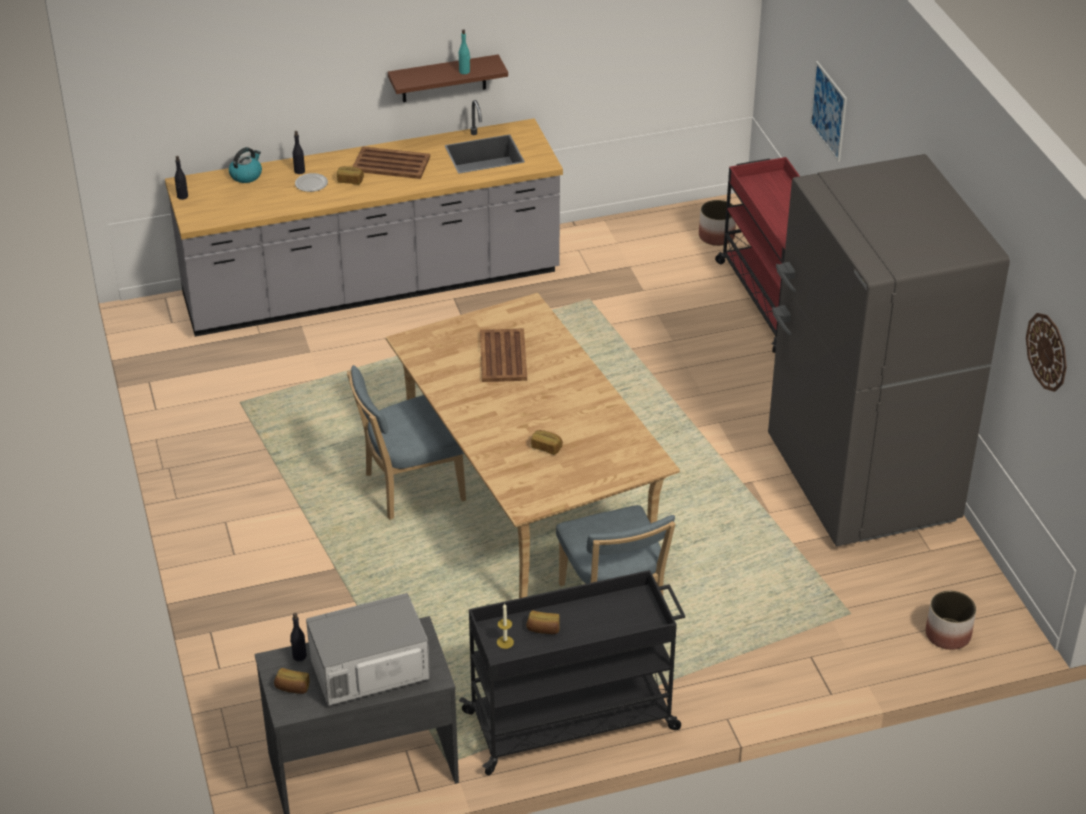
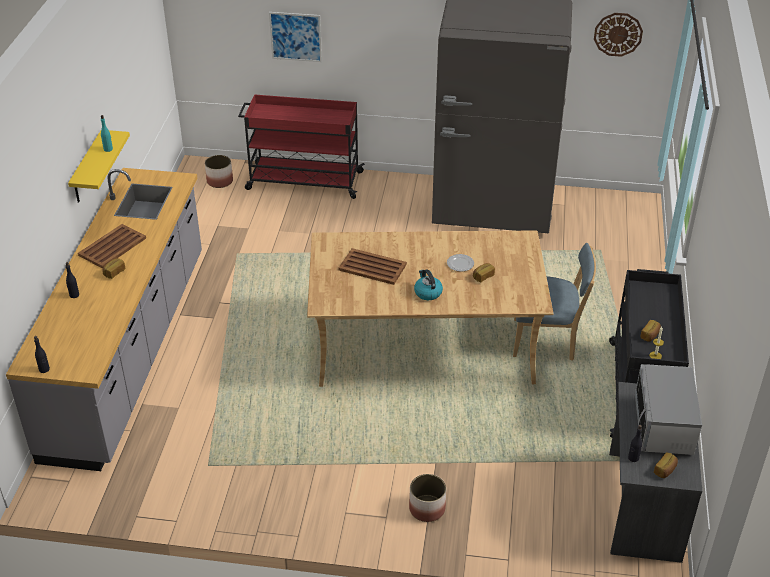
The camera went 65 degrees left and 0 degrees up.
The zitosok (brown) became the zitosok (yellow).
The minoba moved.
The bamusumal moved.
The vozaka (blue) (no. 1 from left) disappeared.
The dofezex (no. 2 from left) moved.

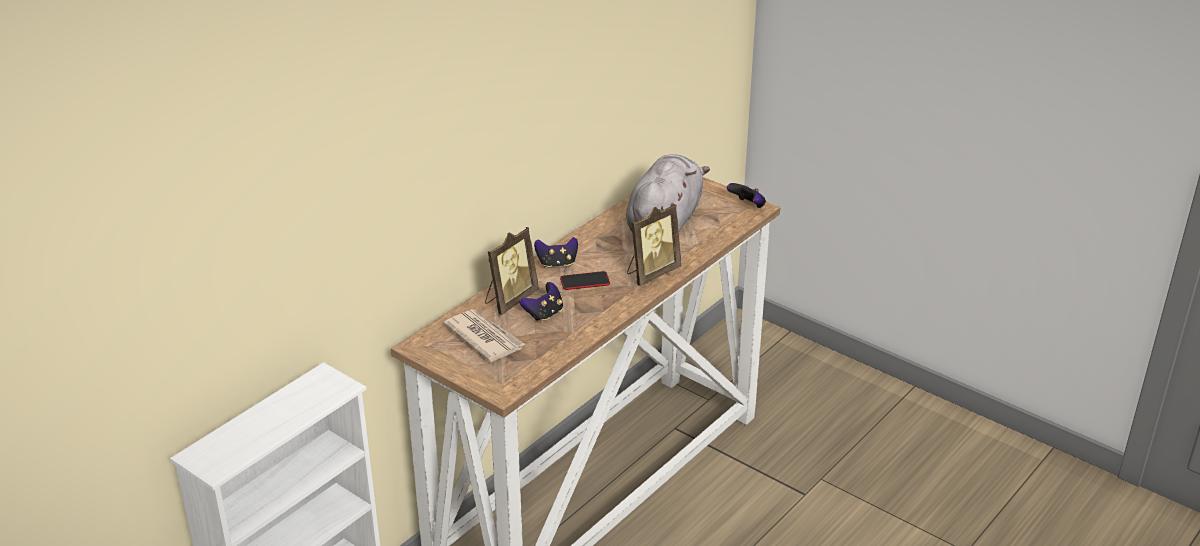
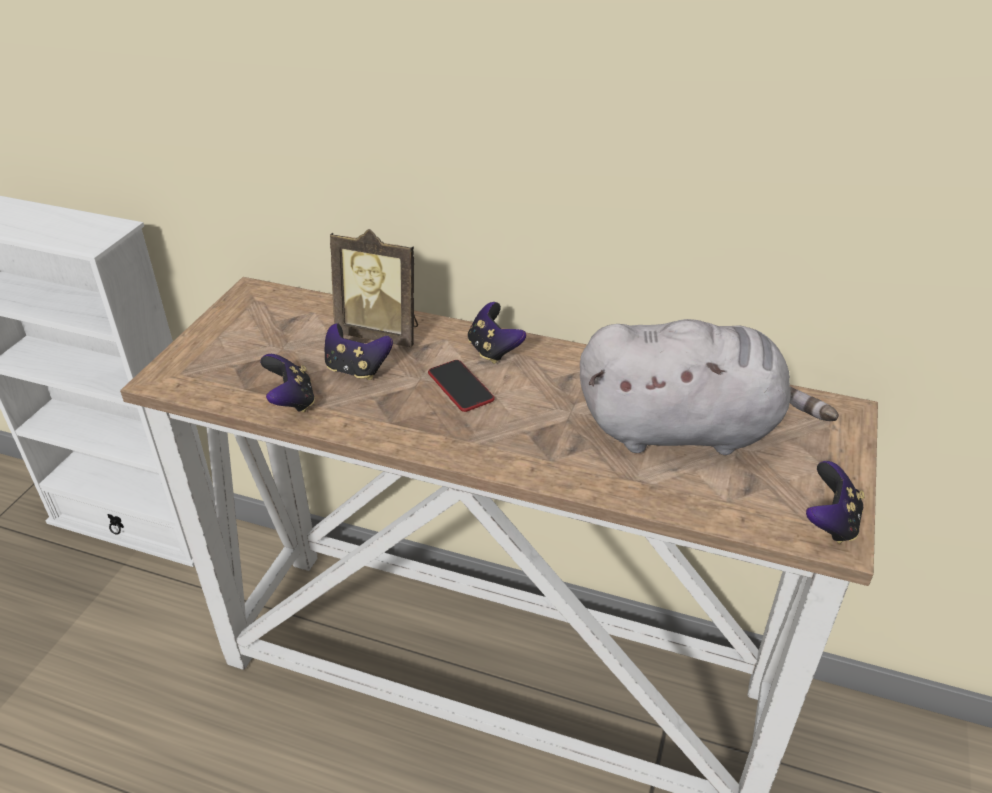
The camera went 70 degrees right and 5 degrees up.
The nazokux (no. 2 from left) disappeared.
The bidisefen disappeared.
The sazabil (no. 1 from left) appeared.

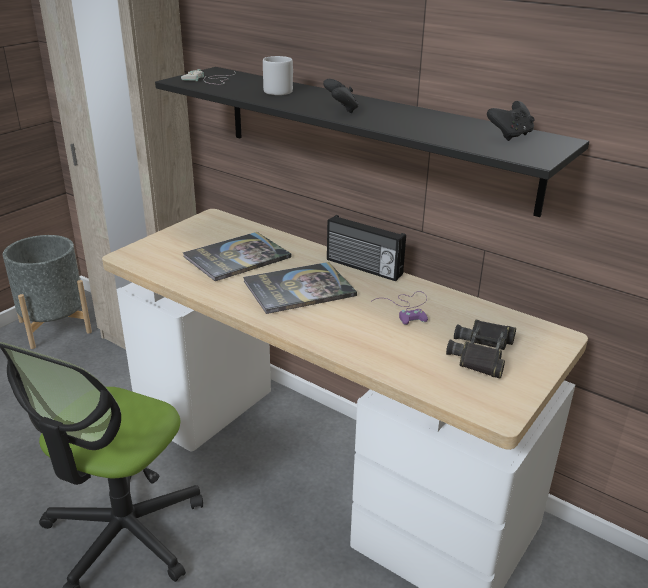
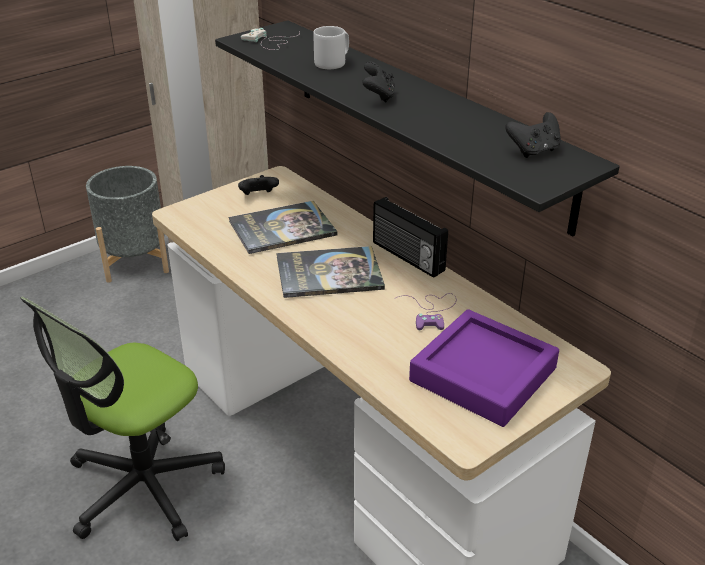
The camera went 15 degrees right and 5 degrees up.
The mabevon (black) was replaced by the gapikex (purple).
The sazabil (black) (no. 1 from left) appeared.

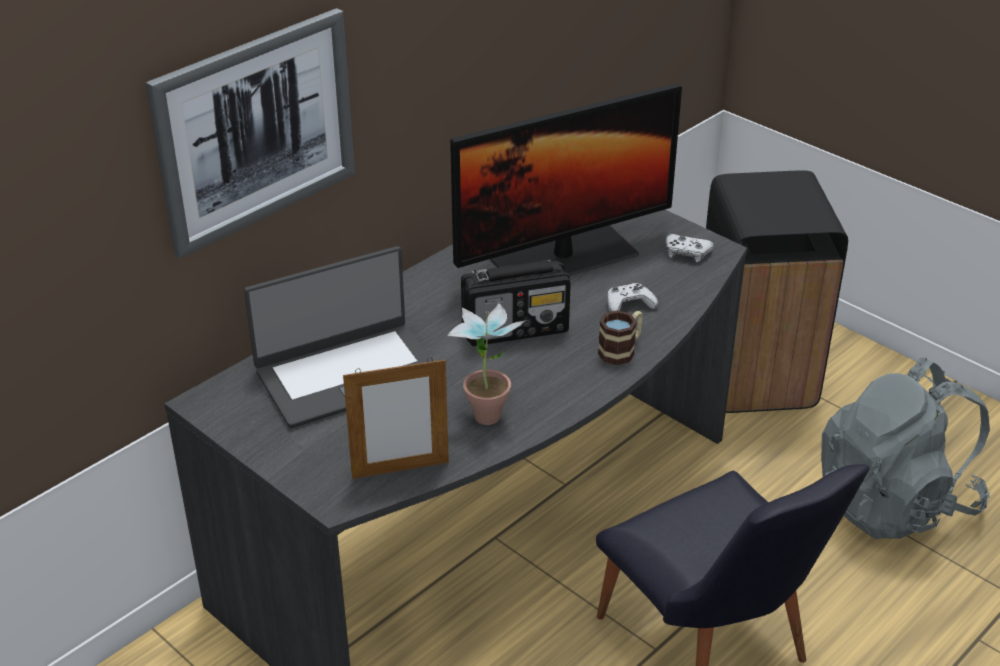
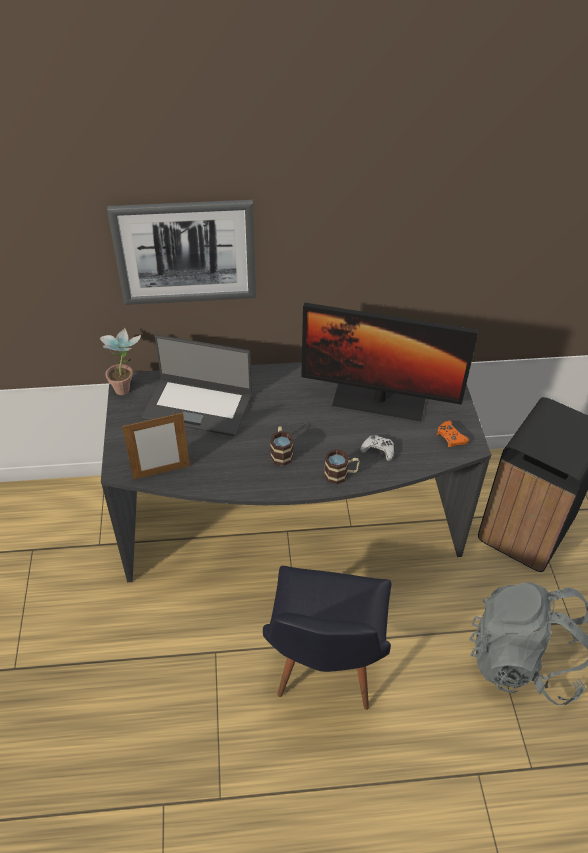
The camera went 40 degrees right and 10 degrees up.
The sazabil (white) (no. 2 from left) became the sazabil (orange).
The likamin disappeared.
The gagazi moved.
The nazokux turned 45 degrees counterclockwise.
The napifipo (no. 1 from left) appeared.

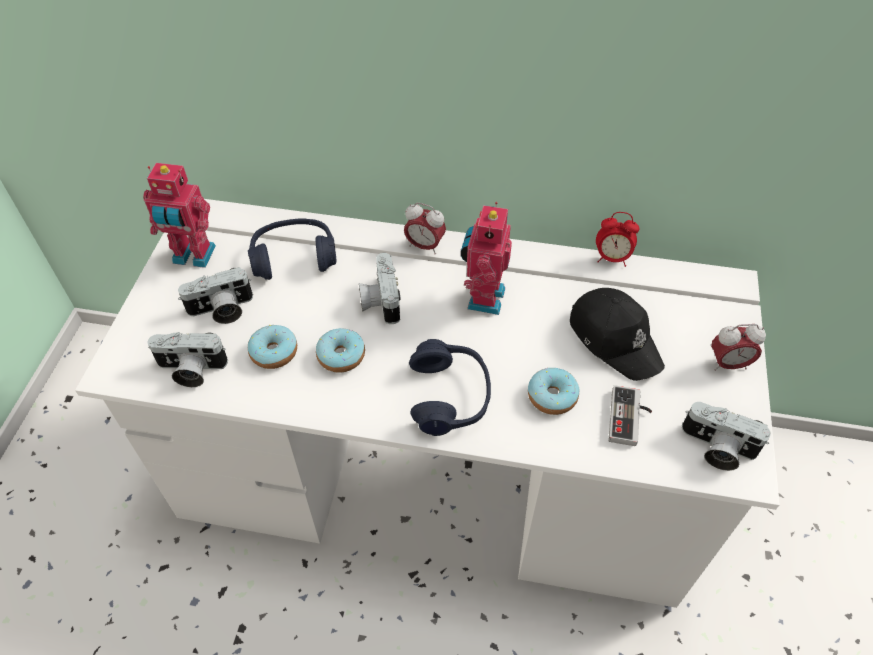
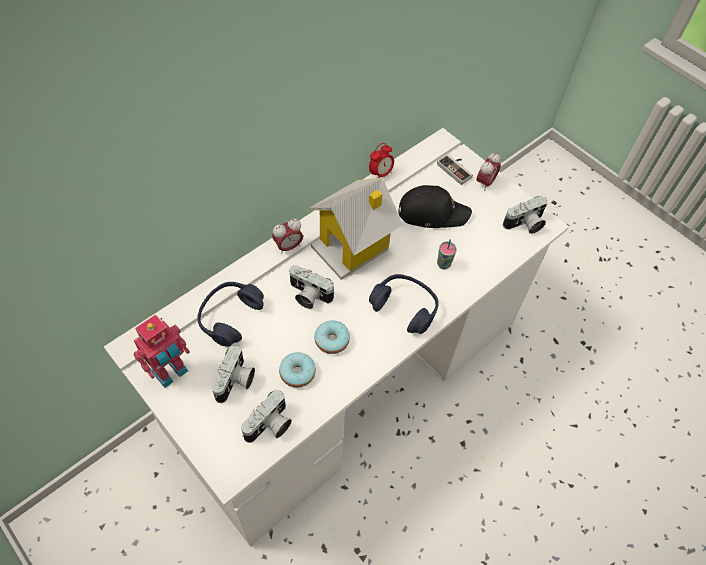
The camera went 55 degrees left and 5 degrees up.
The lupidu (no. 2 from left) was replaced by the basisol.
The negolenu (no. 3 from left) was replaced by the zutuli.
The sazabil moved.

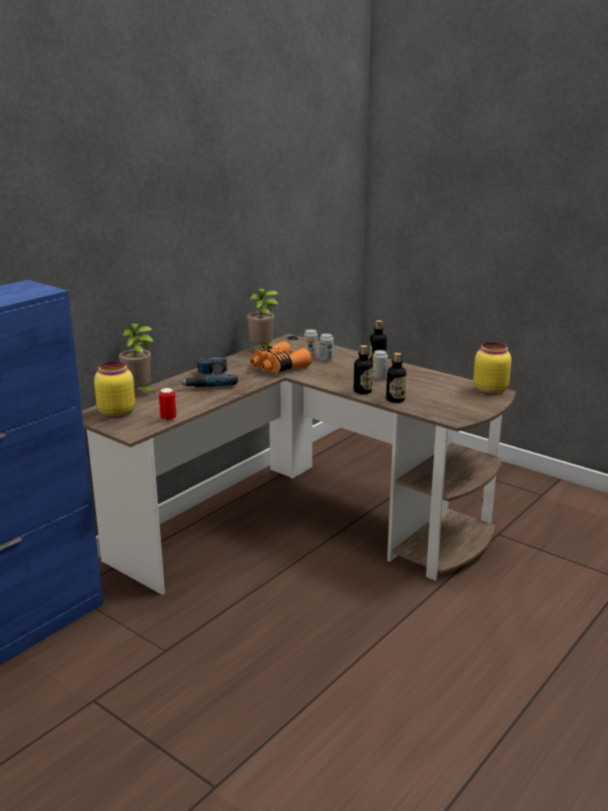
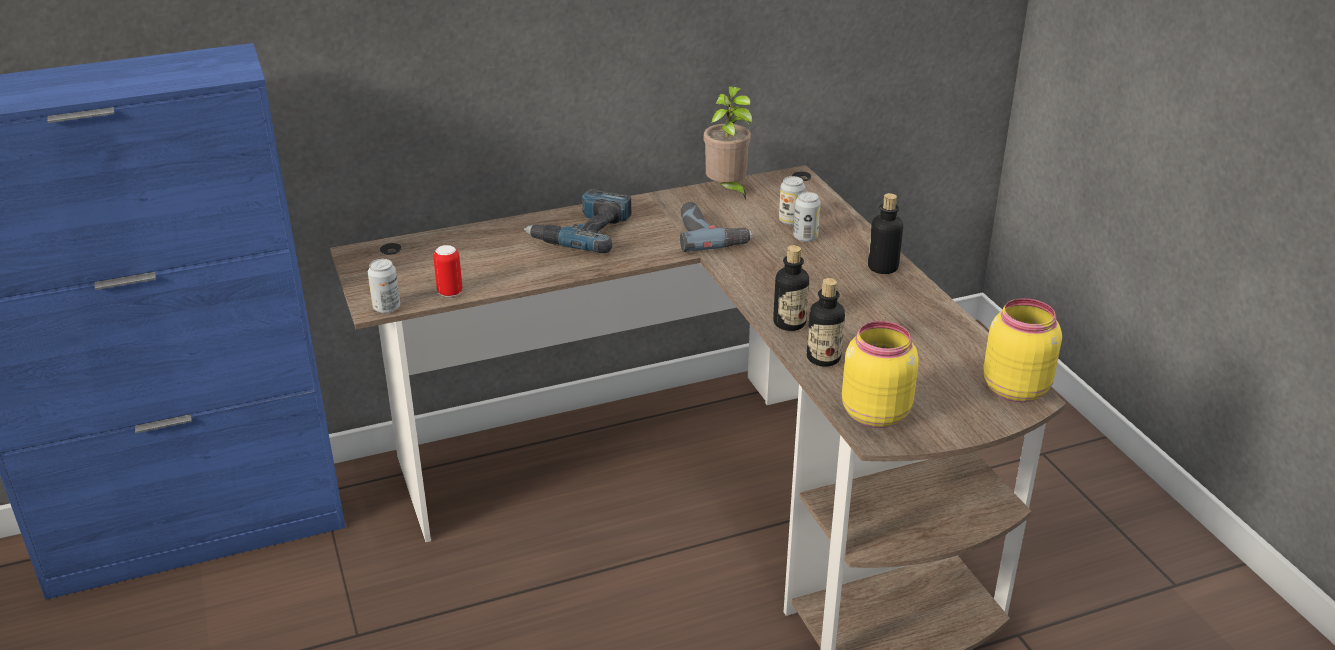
The camera went 30 degrees right and 10 degrees up.
The gagazi (no. 1 from left) disappeared.
The mabevon (orange) was replaced by the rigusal (no. 2 from left).
The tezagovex (no. 4 from left in the first image) moved.
The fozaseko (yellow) (no. 1 from left) moved.

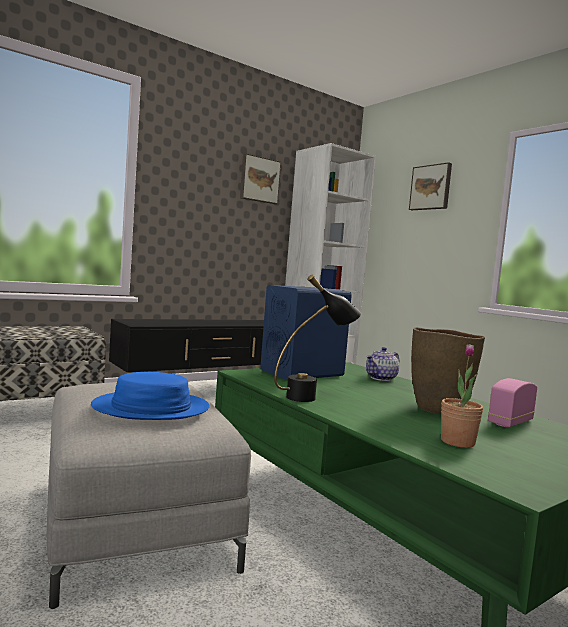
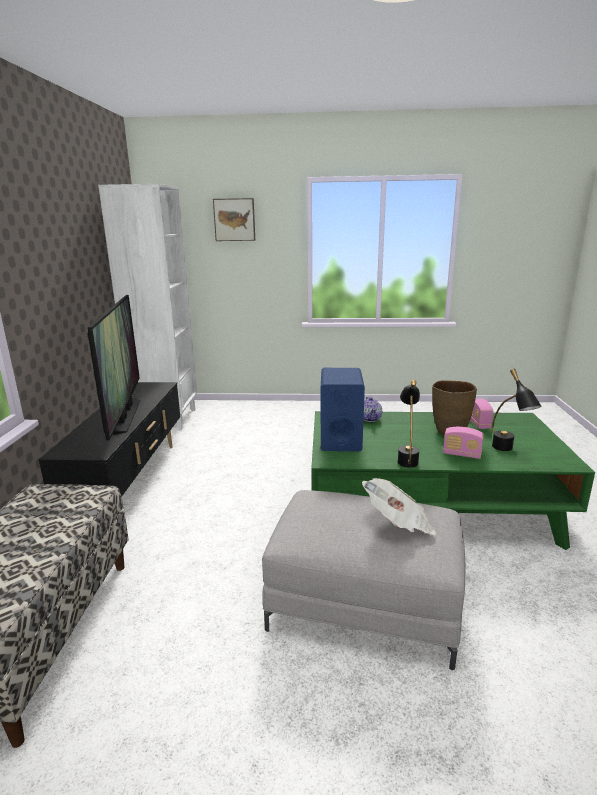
The camera went 50 degrees left and 15 degrees up.
The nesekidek (no. 1 from left) disappeared.
The gagazi was replaced by the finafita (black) (no. 2 from left).
The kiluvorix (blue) was replaced by the bidisefen.
The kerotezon appeared.
The likamin (no. 1 from left) appeared.

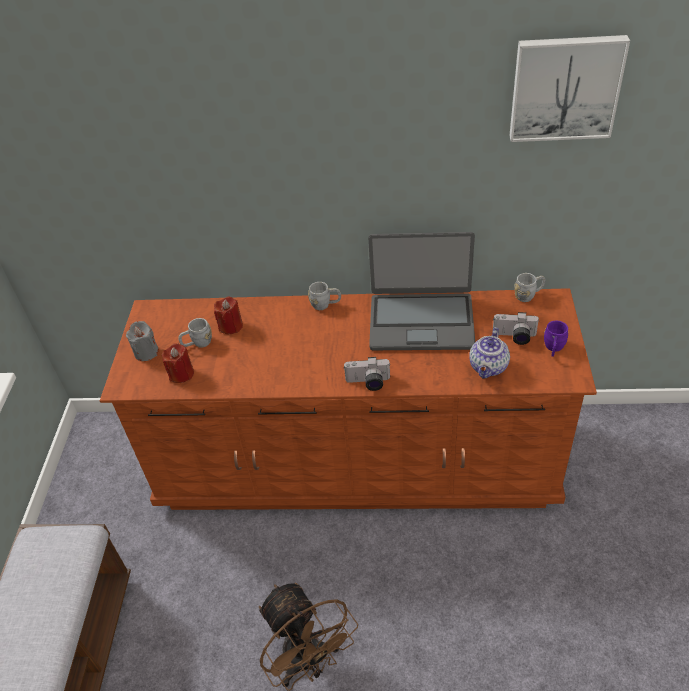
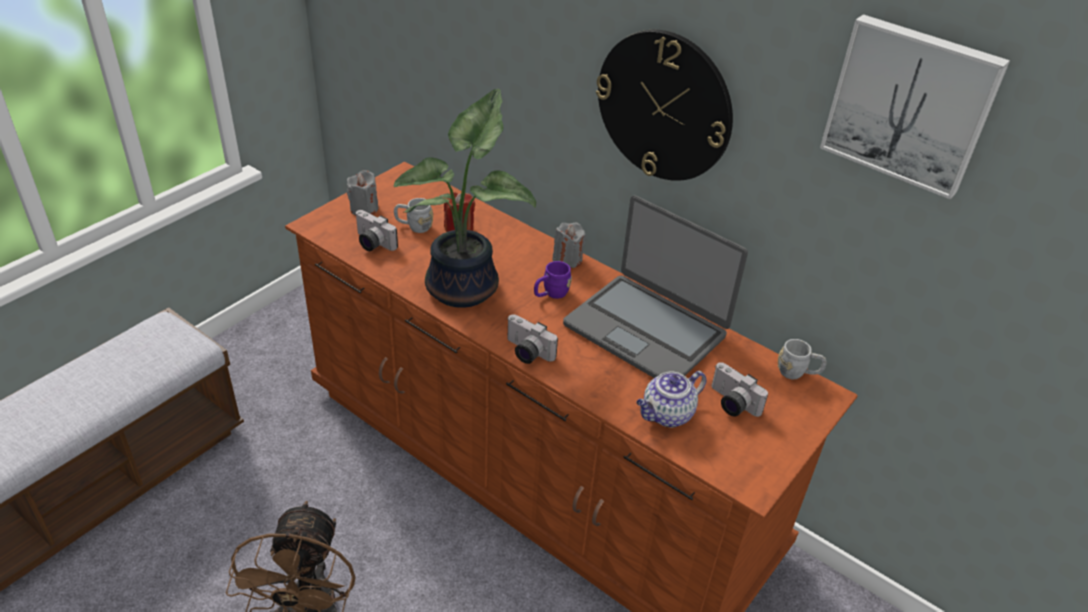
The camera went 30 degrees right and 5 degrees down.
The napifipo (grey) (no. 2 from left) was replaced by the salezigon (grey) (no. 2 from left).
The napifipo (purple) moved.
The salezigon (red) (no. 1 from left) was replaced by the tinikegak (no. 1 from left).
The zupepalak appeared.
The gagazi appeared.

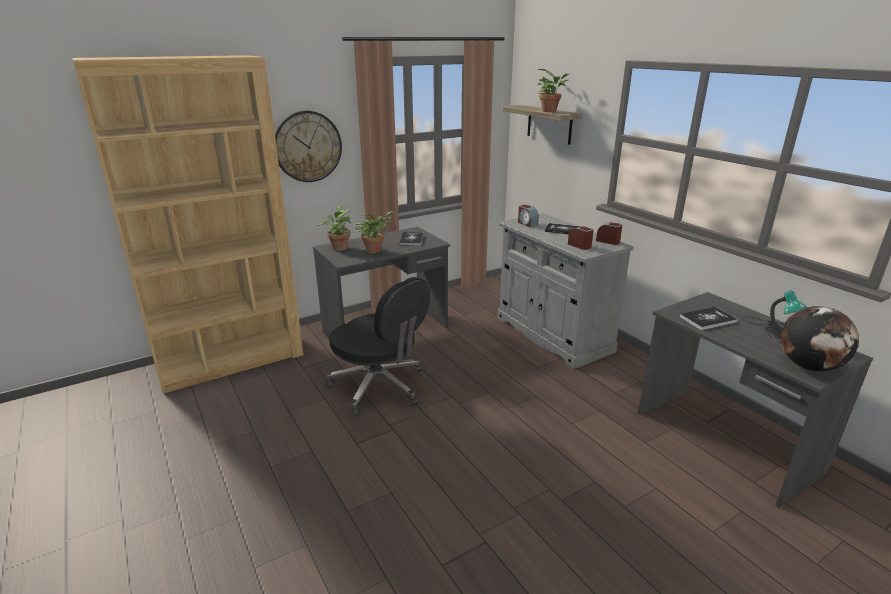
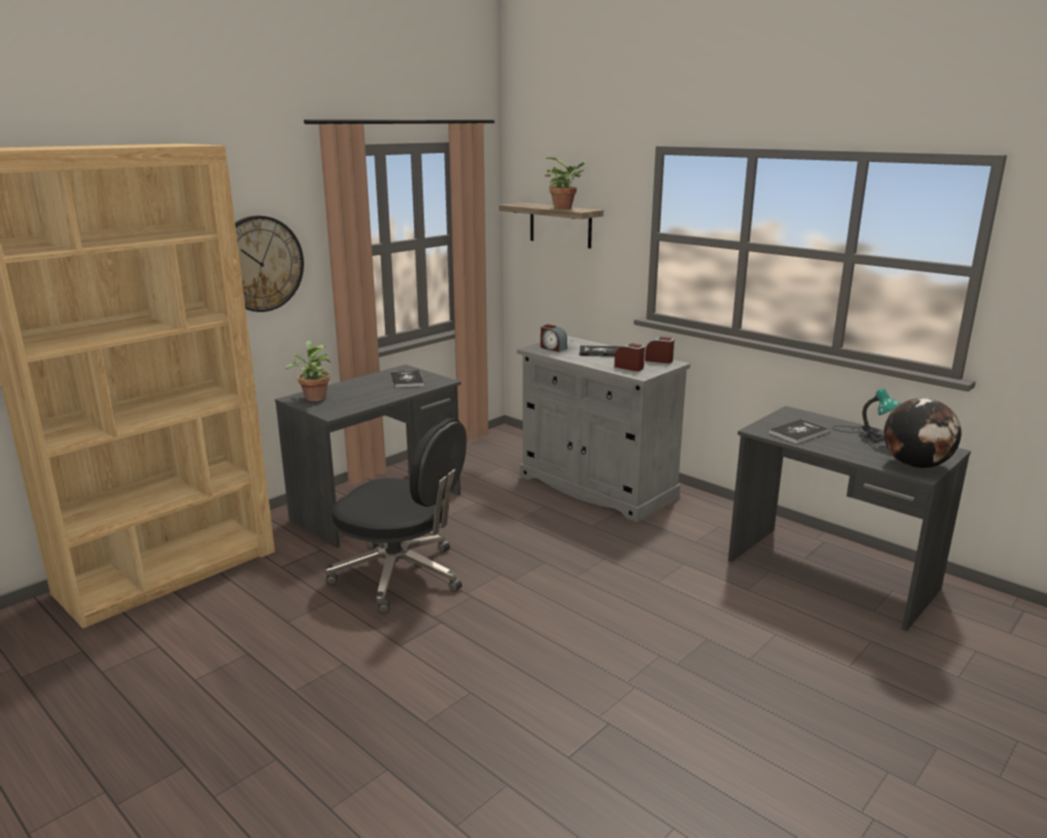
The camera went 15 degrees left and 5 degrees down.
The gagazi (no. 2 from left) disappeared.

